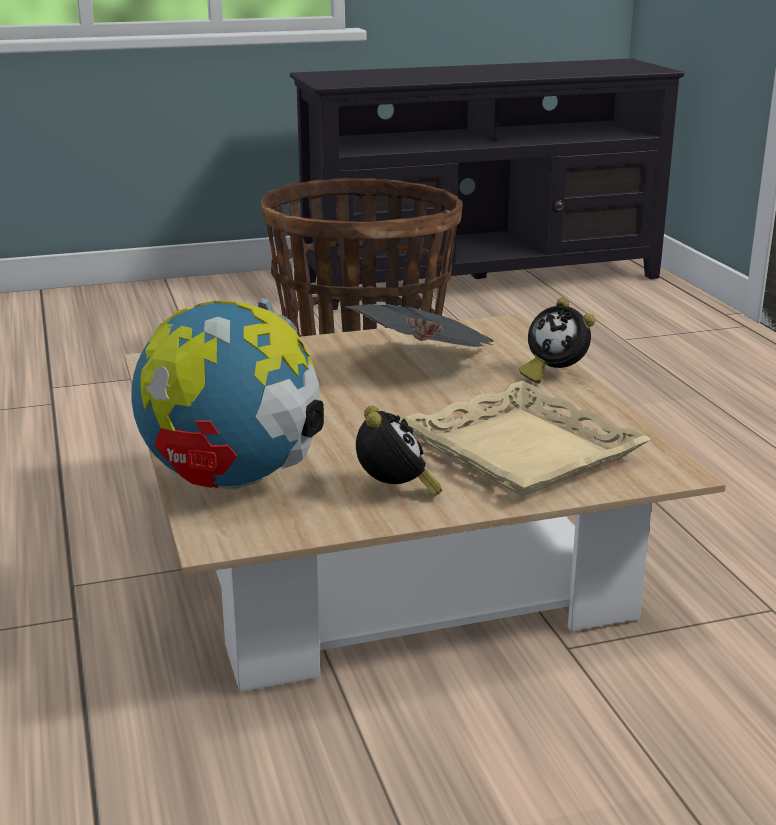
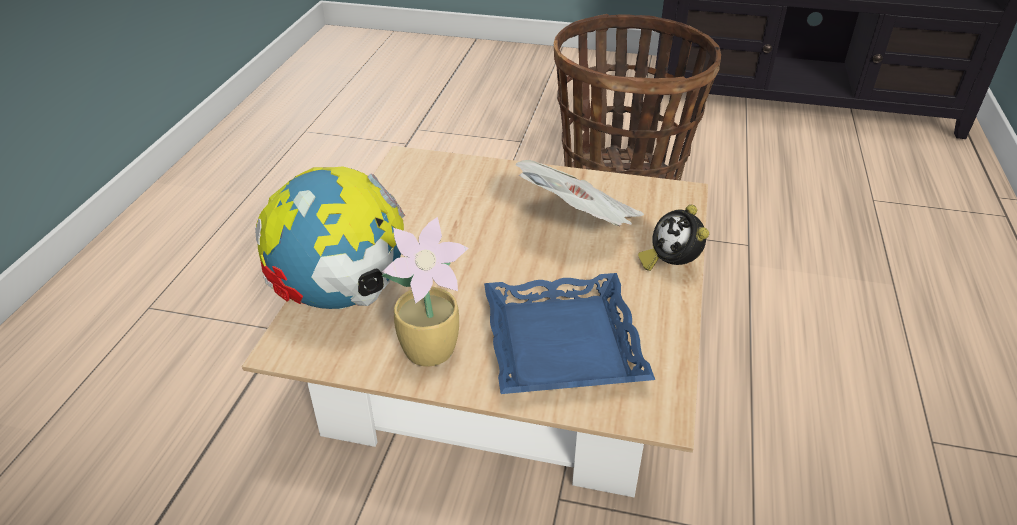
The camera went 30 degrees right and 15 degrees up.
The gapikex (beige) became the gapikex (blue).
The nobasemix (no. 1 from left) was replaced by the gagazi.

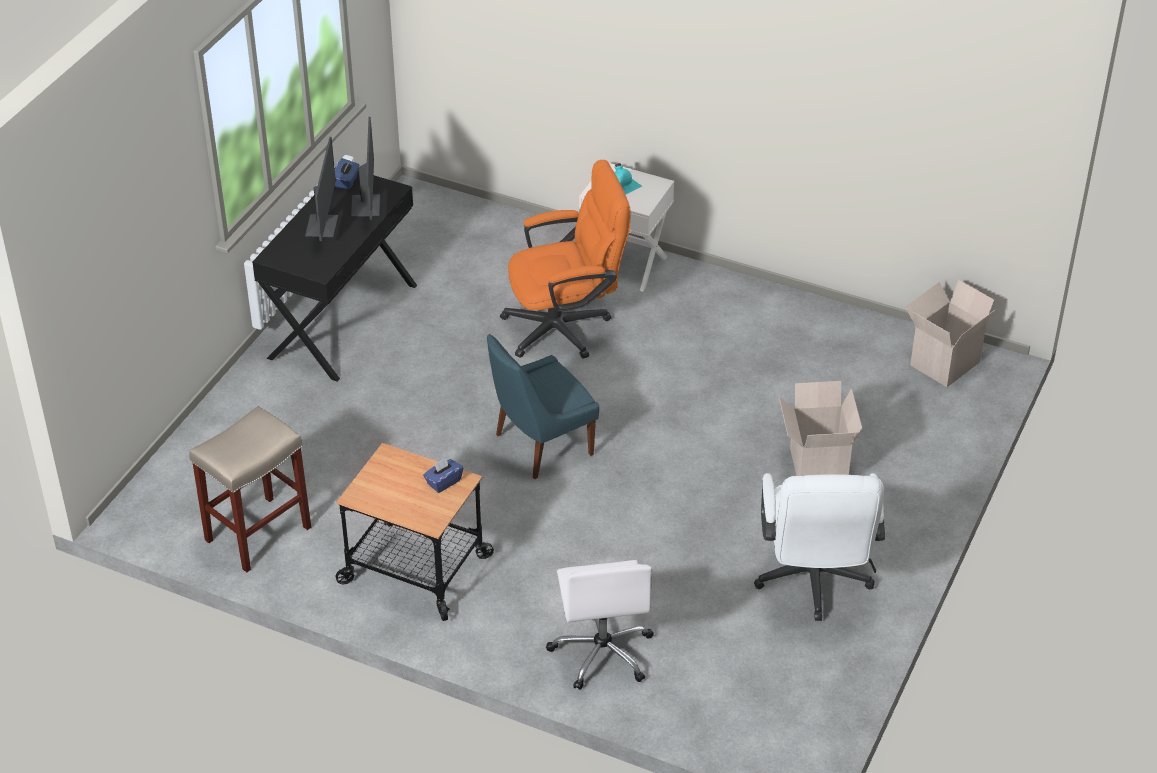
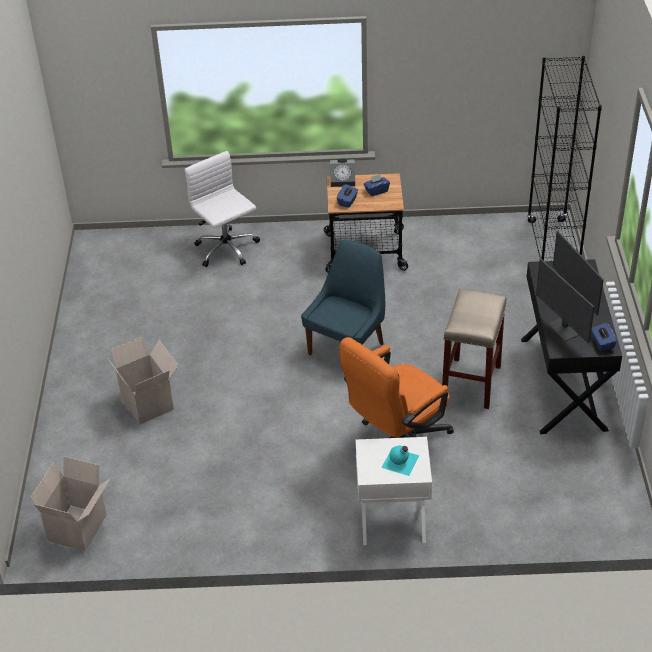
The camera went 155 degrees right and 0 degrees up.
The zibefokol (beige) moved.
The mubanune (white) (no. 2 from left) disappeared.
The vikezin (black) appeared.
The nobasemix appeared.
The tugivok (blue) (no. 2 from left) appeared.

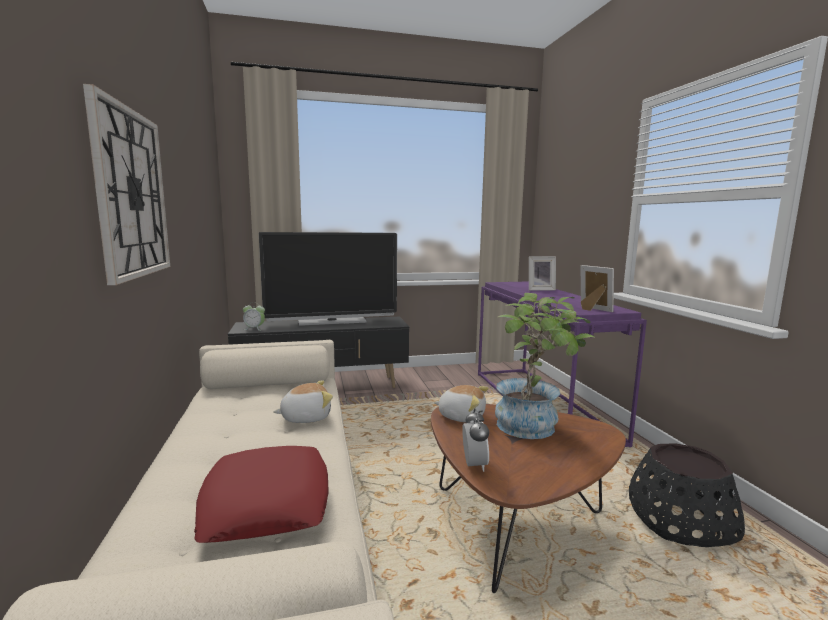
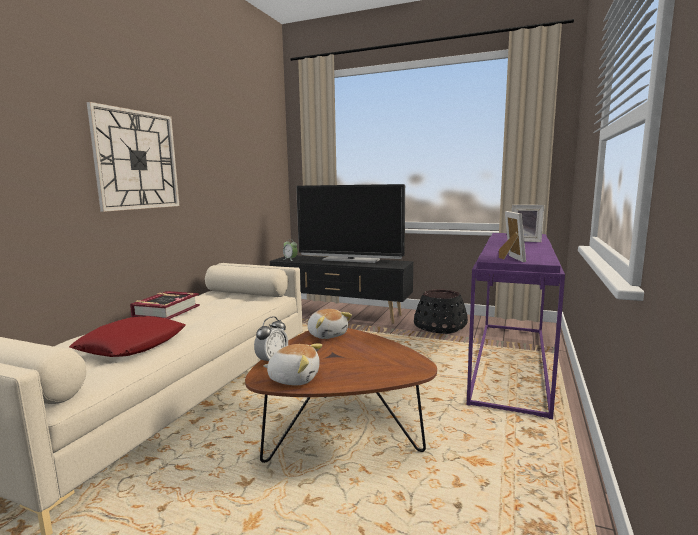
The camera went 35 degrees right and 0 degrees up.
The gagazi disappeared.
The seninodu (no. 1 from left) moved.
The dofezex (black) moved.
The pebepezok appeared.

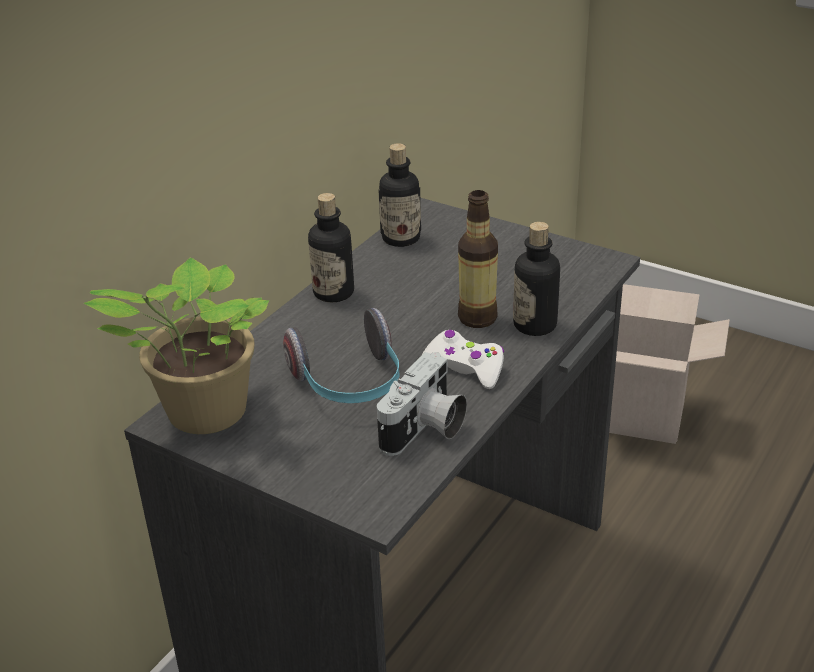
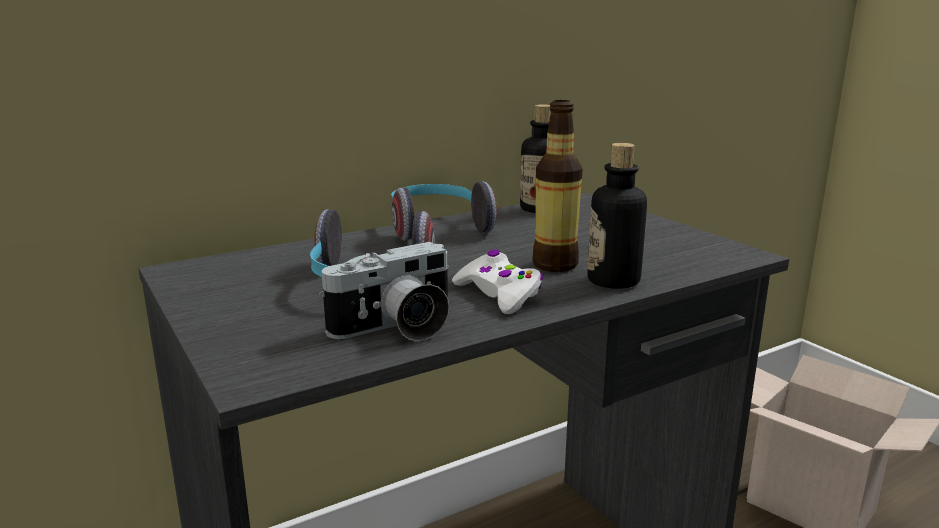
The camera went 25 degrees right and 15 degrees down.
The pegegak (no. 1 from left) was replaced by the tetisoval (no. 2 from left).
The gagazi disappeared.

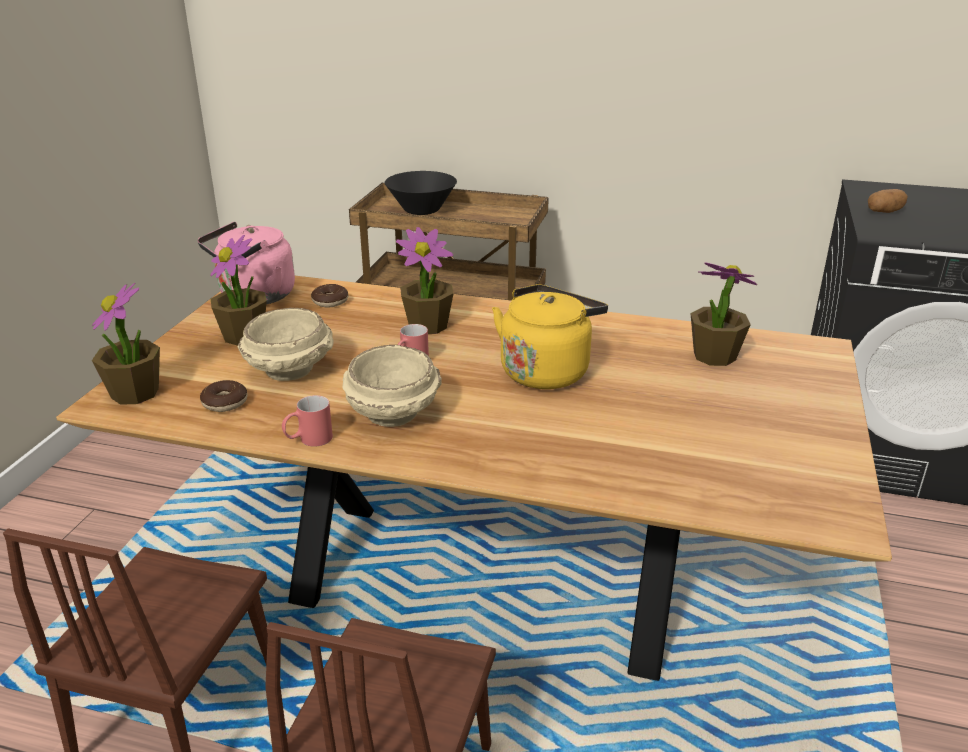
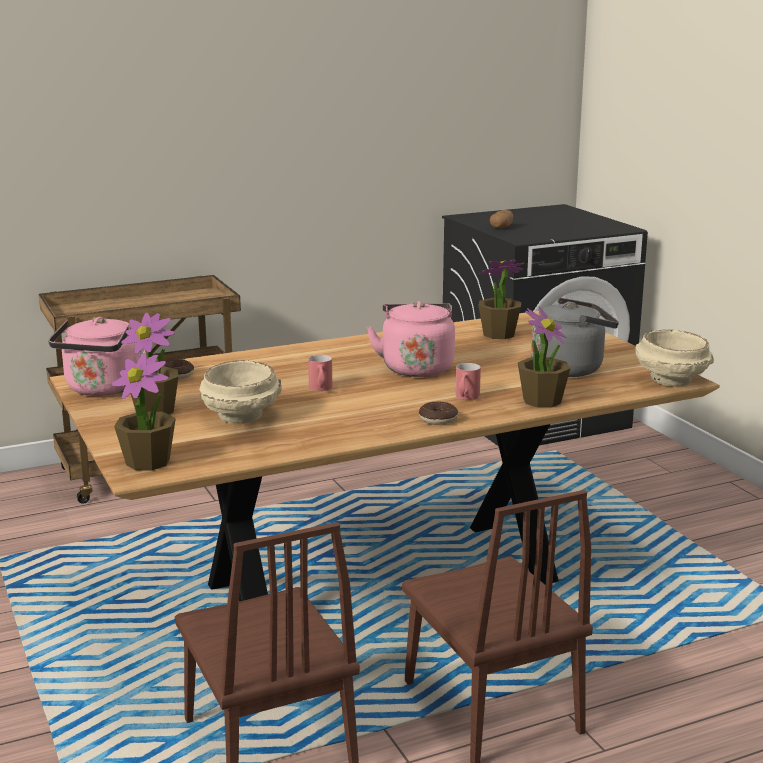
The camera went 40 degrees left and 10 degrees down.
The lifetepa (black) disappeared.
The gagazi (no. 3 from left in the first image) moved.
The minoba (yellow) became the minoba (pink) (no. 2 from left).
The lifetepa (beige) (no. 2 from left) moved.
The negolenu (no. 1 from left in the first image) moved.
The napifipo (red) (no. 1 from left in the first image) moved.
The minoba (grey) appeared.

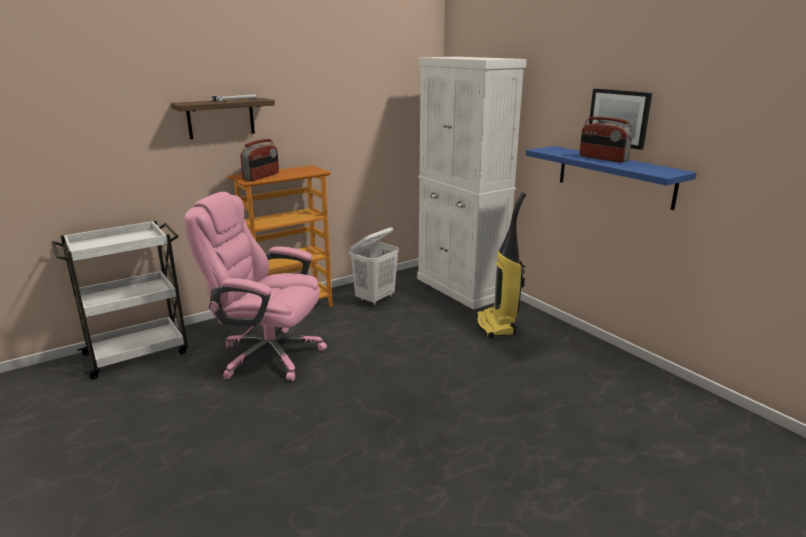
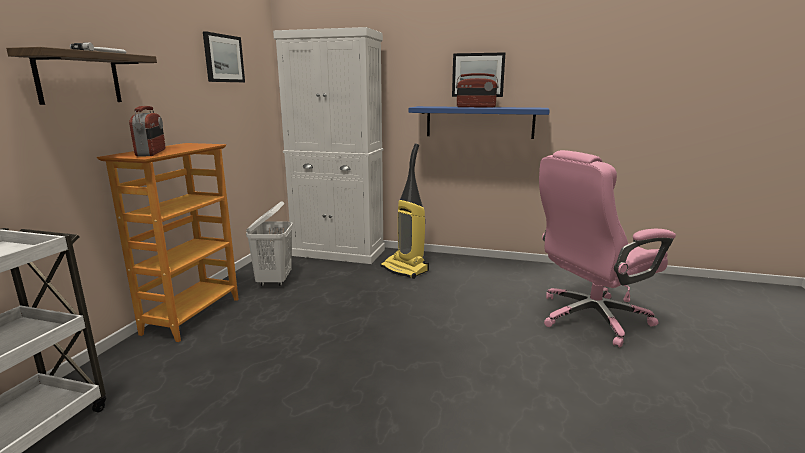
The camera went 40 degrees left and 5 degrees down.
The mubanune (pink) moved.
The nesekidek (no. 1 from left) appeared.

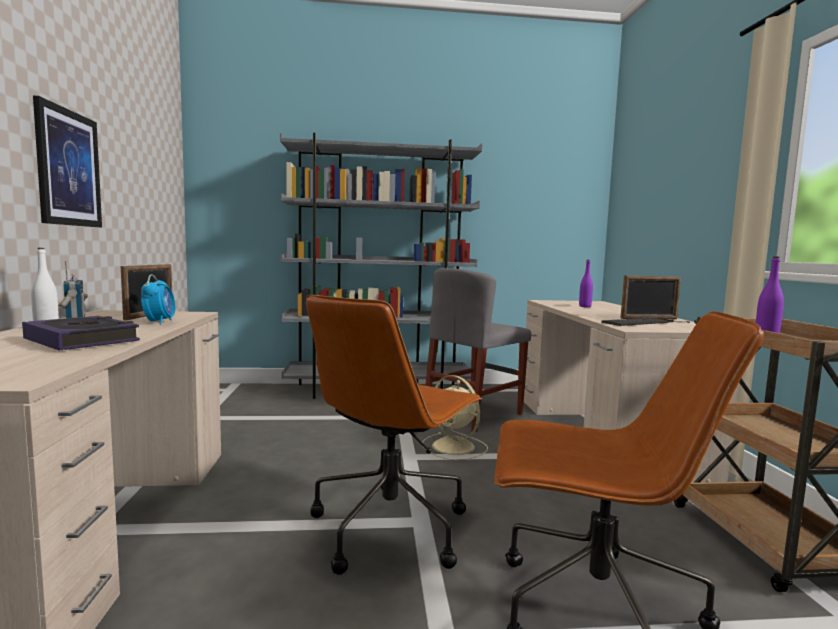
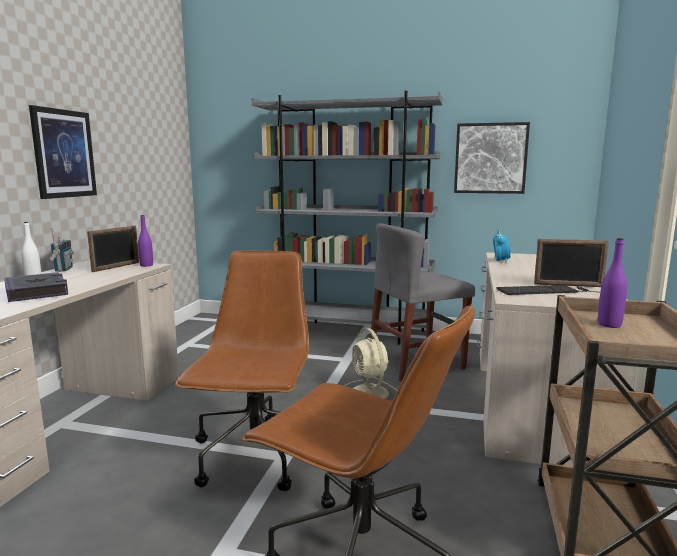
The camera went 20 degrees right and 5 degrees up.
The pegegak (purple) (no. 1 from left) moved.
The nobasemix moved.
The mubanune (brown) (no. 1 from left) turned 135 degrees clockwise.
The nesekidek (no. 2 from left) appeared.

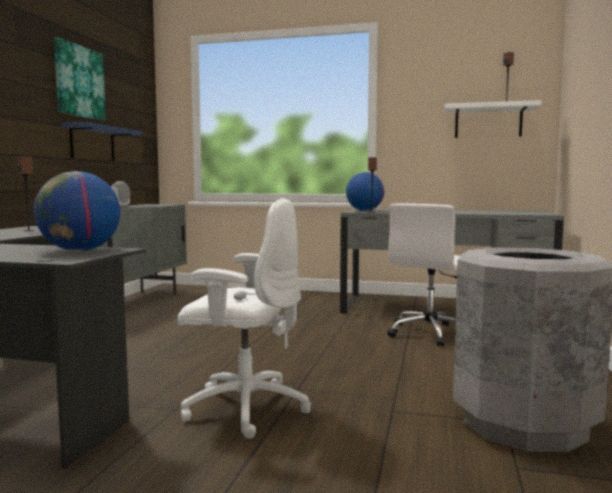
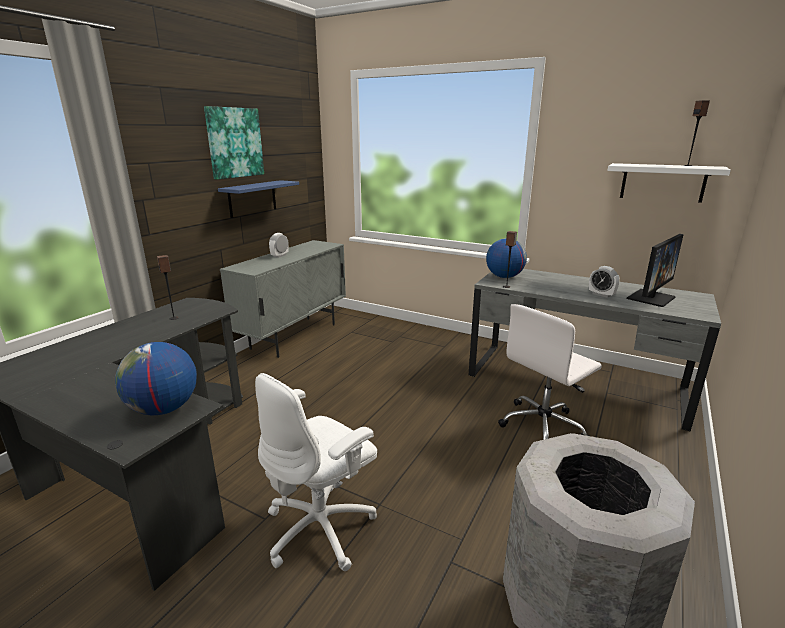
The camera went 15 degrees right and 15 degrees up.
The mubanune (white) (no. 1 from left) turned 105 degrees clockwise.
The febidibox appeared.
The nobasemix (no. 2 from left) appeared.

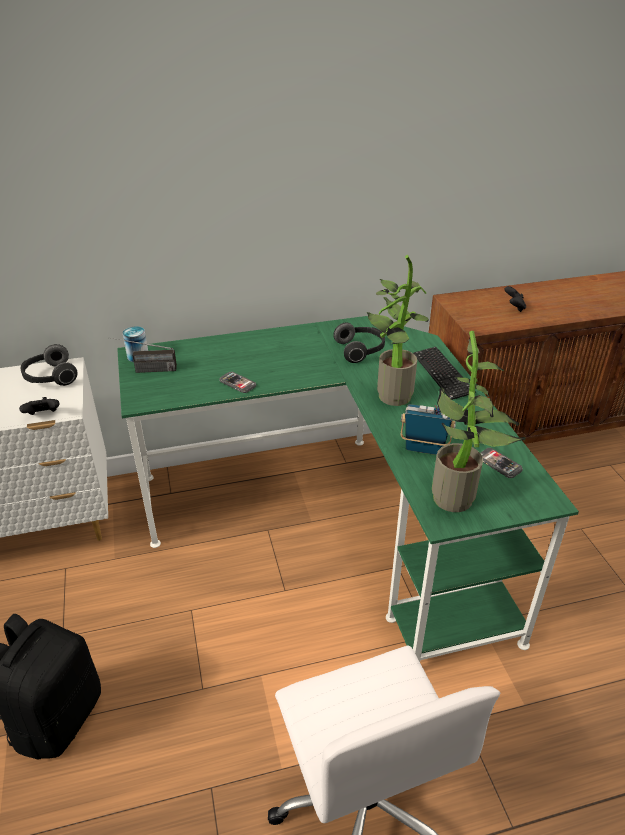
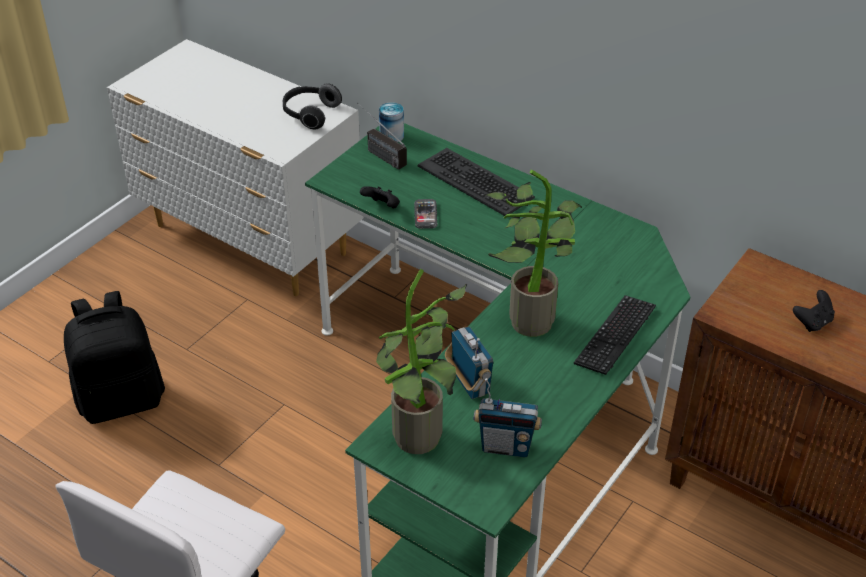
The camera went 50 degrees right and 5 degrees up.
The tetisoval (no. 2 from left) disappeared.
The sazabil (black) (no. 1 from left) moved.
The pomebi (no. 2 from left) was replaced by the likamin (no. 3 from left).
The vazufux (no. 1 from left) appeared.

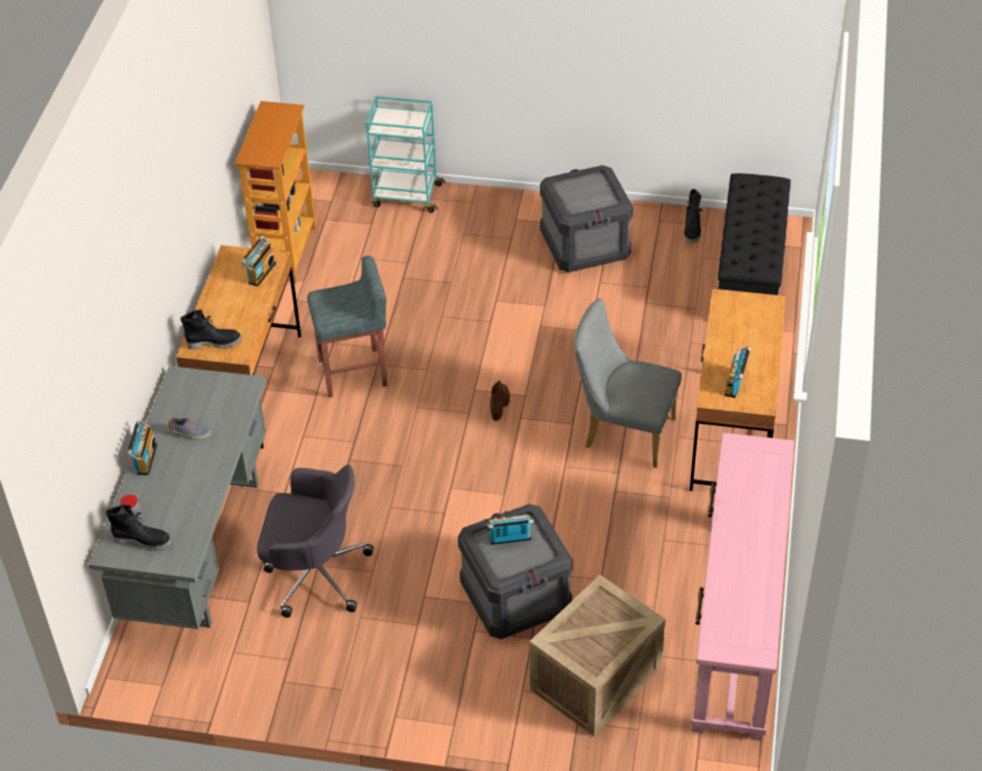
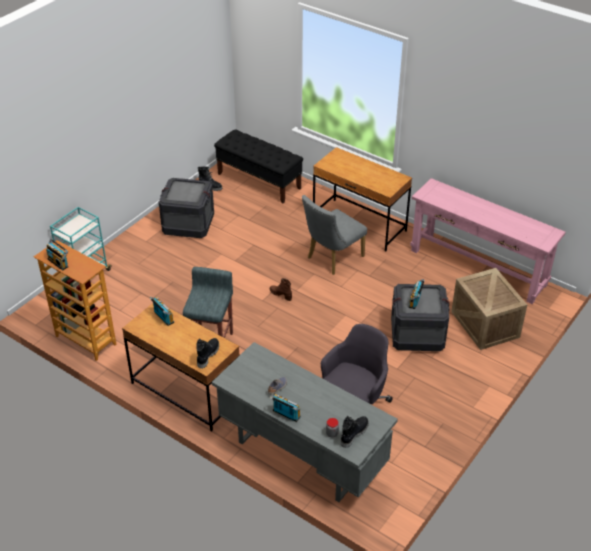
The camera went 65 degrees left and 5 degrees down.
The likamin (no. 4 from left in the first image) moved.

